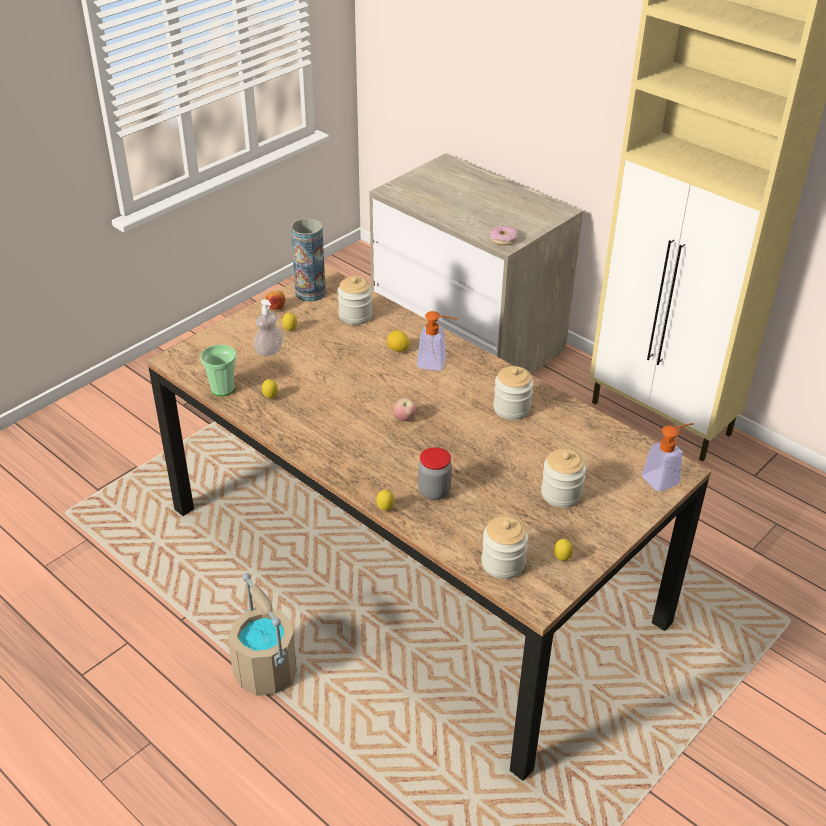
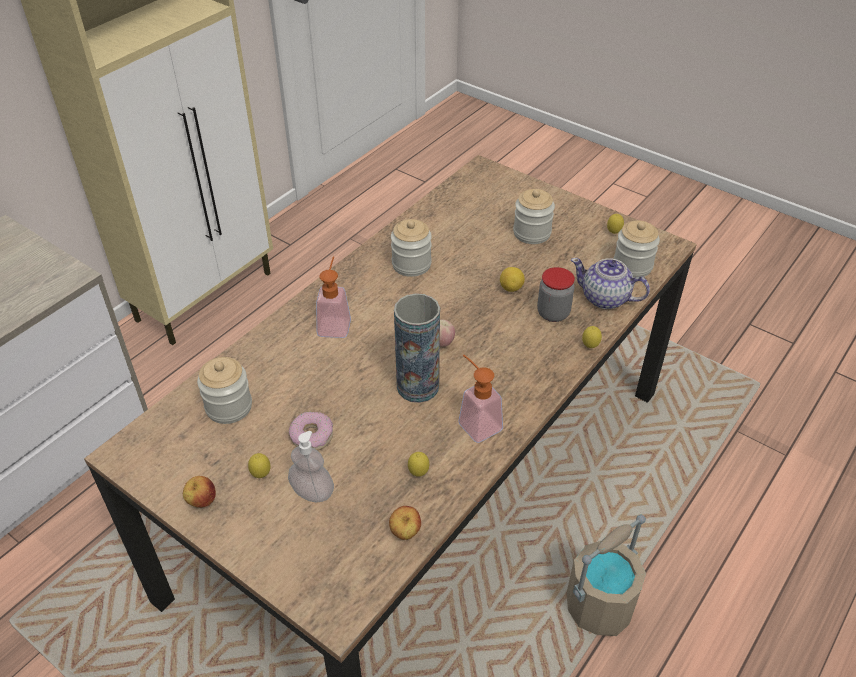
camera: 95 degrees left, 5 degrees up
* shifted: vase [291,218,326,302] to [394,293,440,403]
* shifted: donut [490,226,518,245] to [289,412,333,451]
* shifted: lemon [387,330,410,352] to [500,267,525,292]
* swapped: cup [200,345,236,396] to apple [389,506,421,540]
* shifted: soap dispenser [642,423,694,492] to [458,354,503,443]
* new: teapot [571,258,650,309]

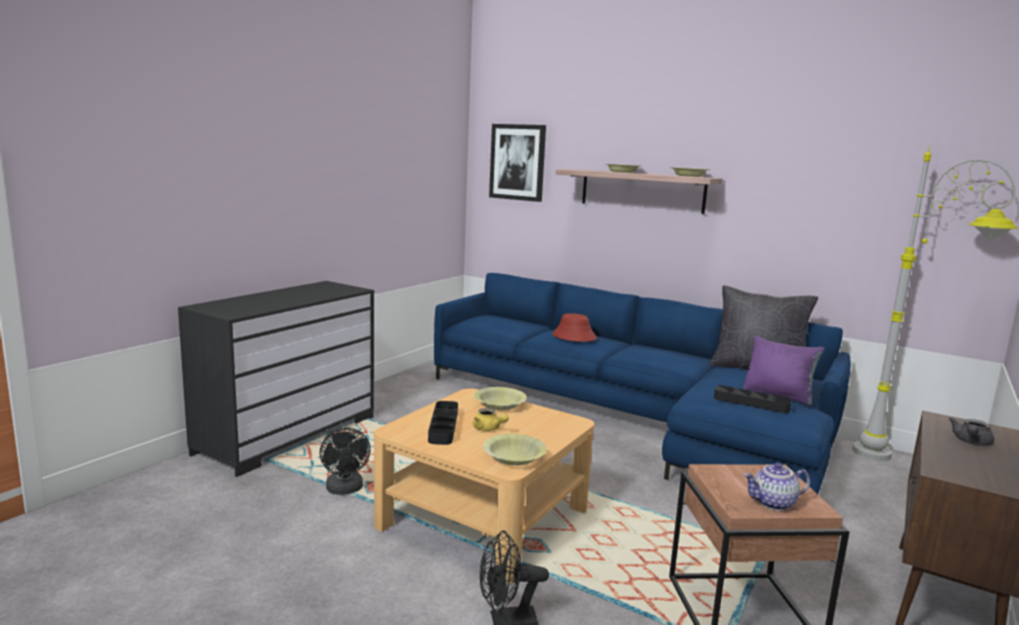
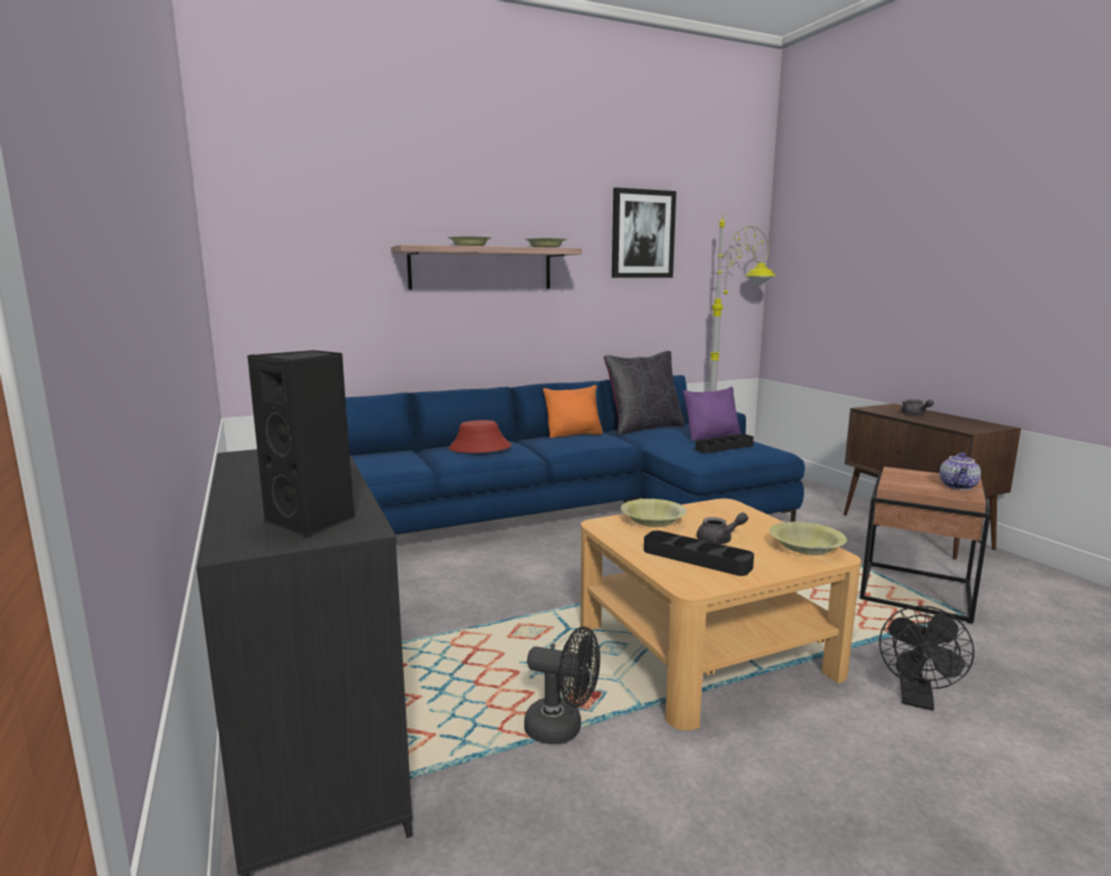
camera: 55 degrees left, 0 degrees up
* shifted: picture [489,124,546,202] to [612,188,676,278]
* repainted: teapot (yellow) [473,408,509,431] to teapot (grey) [697,512,748,544]
* new: speaker (black) [247,350,355,539]
* new: pillow (orange) [543,385,603,438]

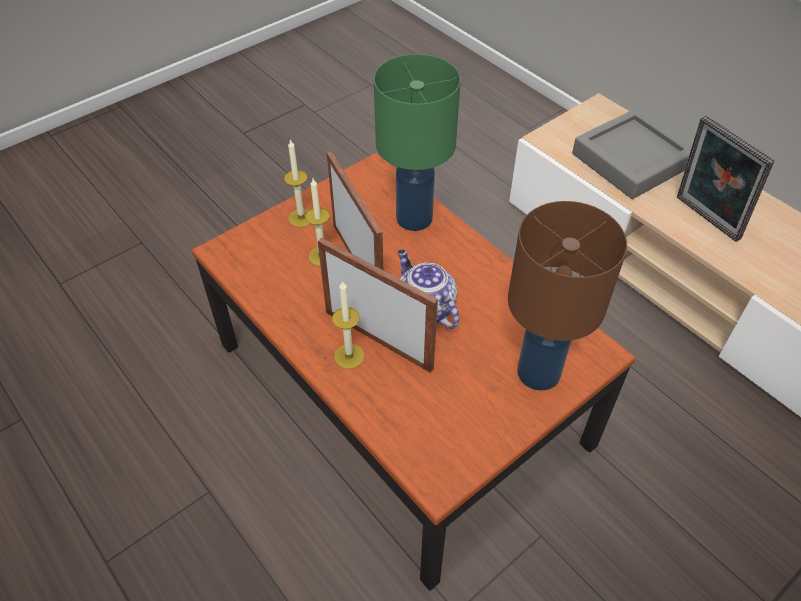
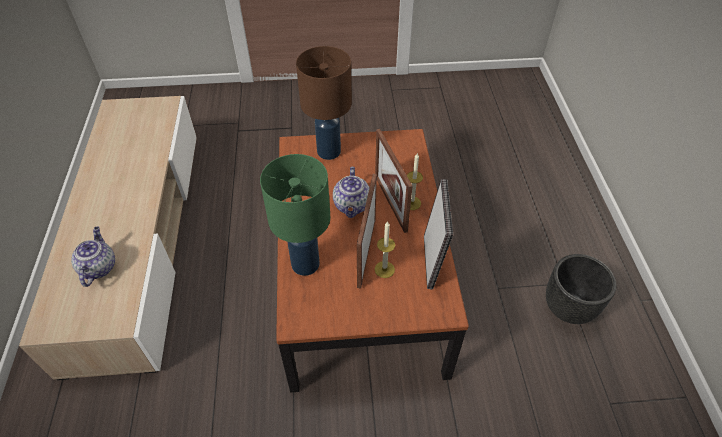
camera: 145 degrees left, 0 degrees up
* swapped: tray (grey) [572,109,692,199] to teapot [71,226,115,287]
* shifted: picture frame [677,116,774,242] to [424,179,453,289]
* gone: candle [284,139,310,228]
* new: planter (black) [546,254,616,324]

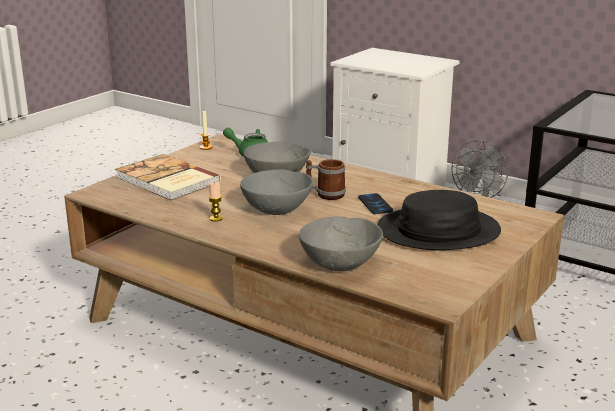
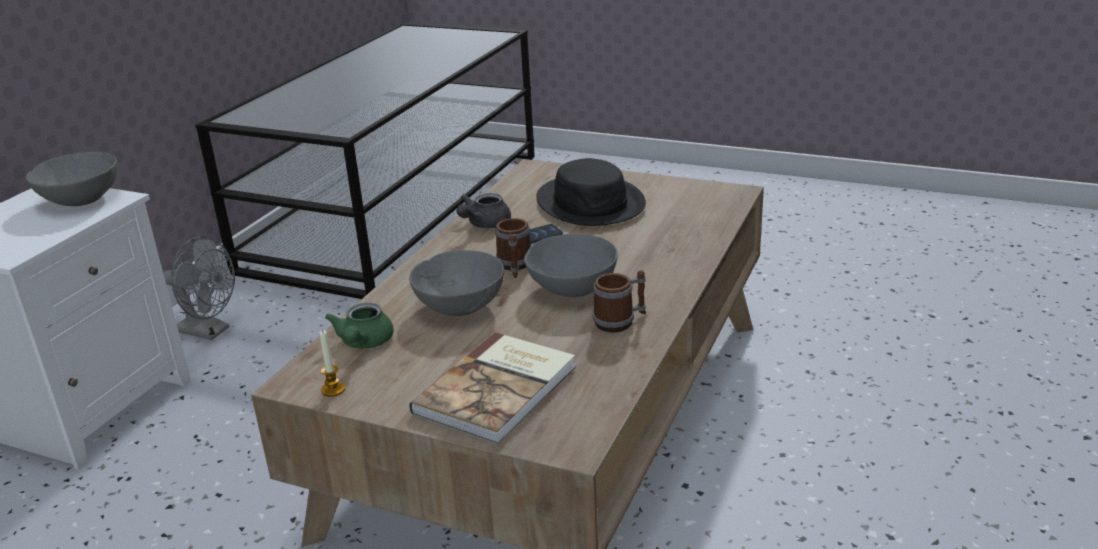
camera: 100 degrees left, 5 degrees up
* swapped: candle [209,182,223,222] to mug [593,270,646,332]
* shifted: bowl (grey) [299,216,383,271] to [26,152,118,206]
* new: teapot (grey) [456,193,511,228]

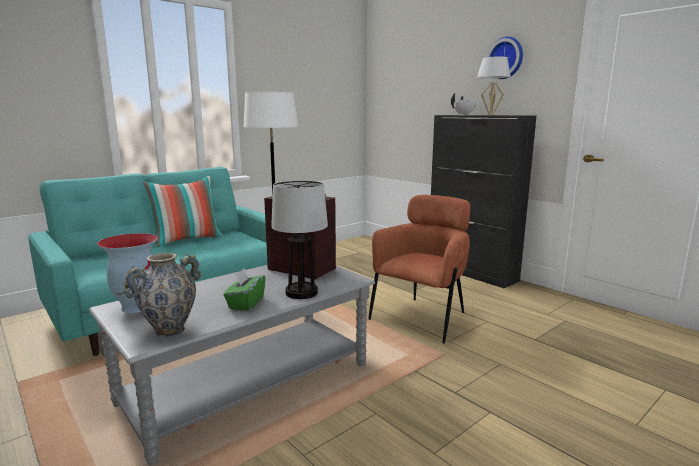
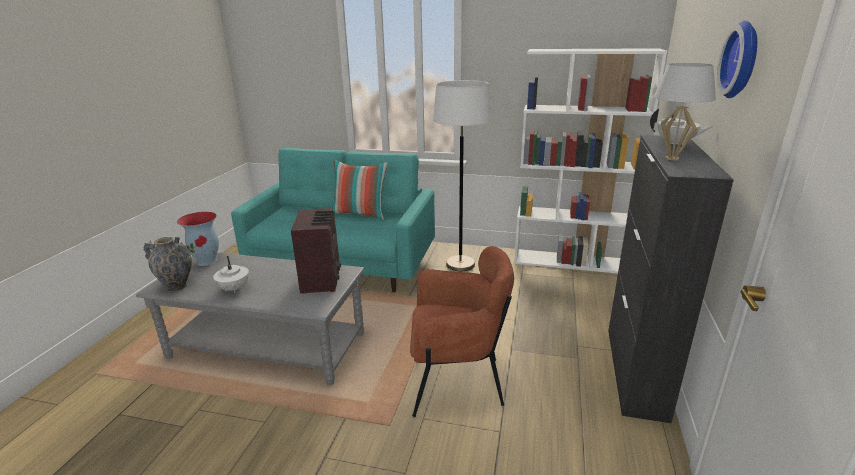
camera: 55 degrees right, 10 degrees up
* gone: table lamp [271,180,328,299]
* swapped: tissue box (green) [223,268,266,311] to teapot (white) [213,256,249,293]
* new: bookcase (white) [514,48,667,273]

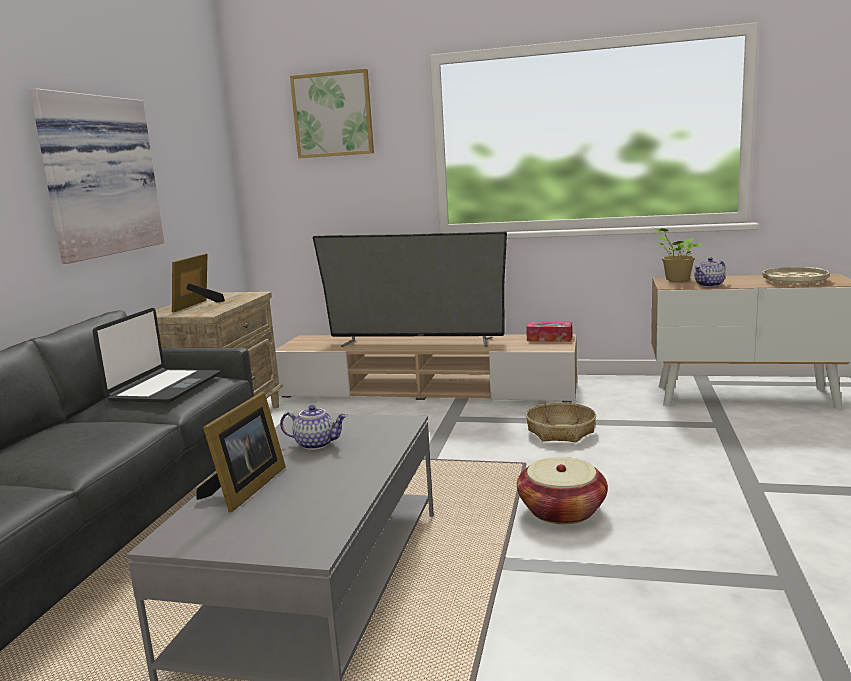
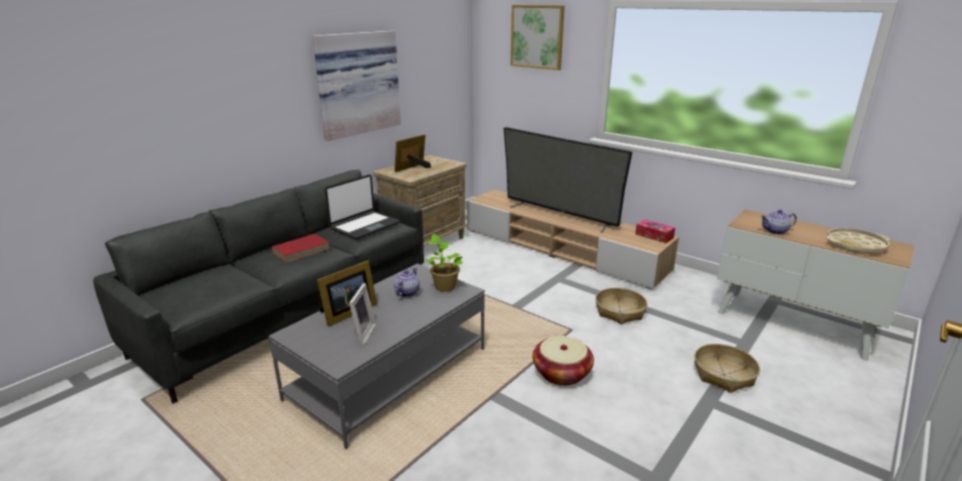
camera: 25 degrees right, 10 degrees up
* shifted: potted plant [652,227,702,281] to [424,234,463,292]
* rotated: teapot [280,405,347,450] = [394,267,420,297] 105 degrees counterclockwise
* new: book (red) [271,234,330,263]
* new: picture frame [349,283,376,346]
* new: basket [694,344,760,393]

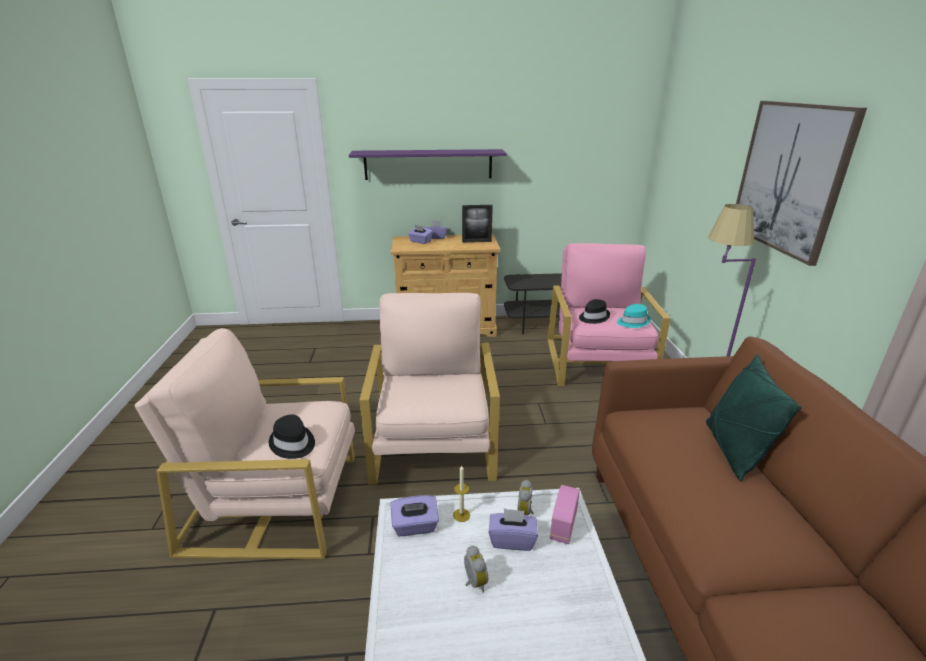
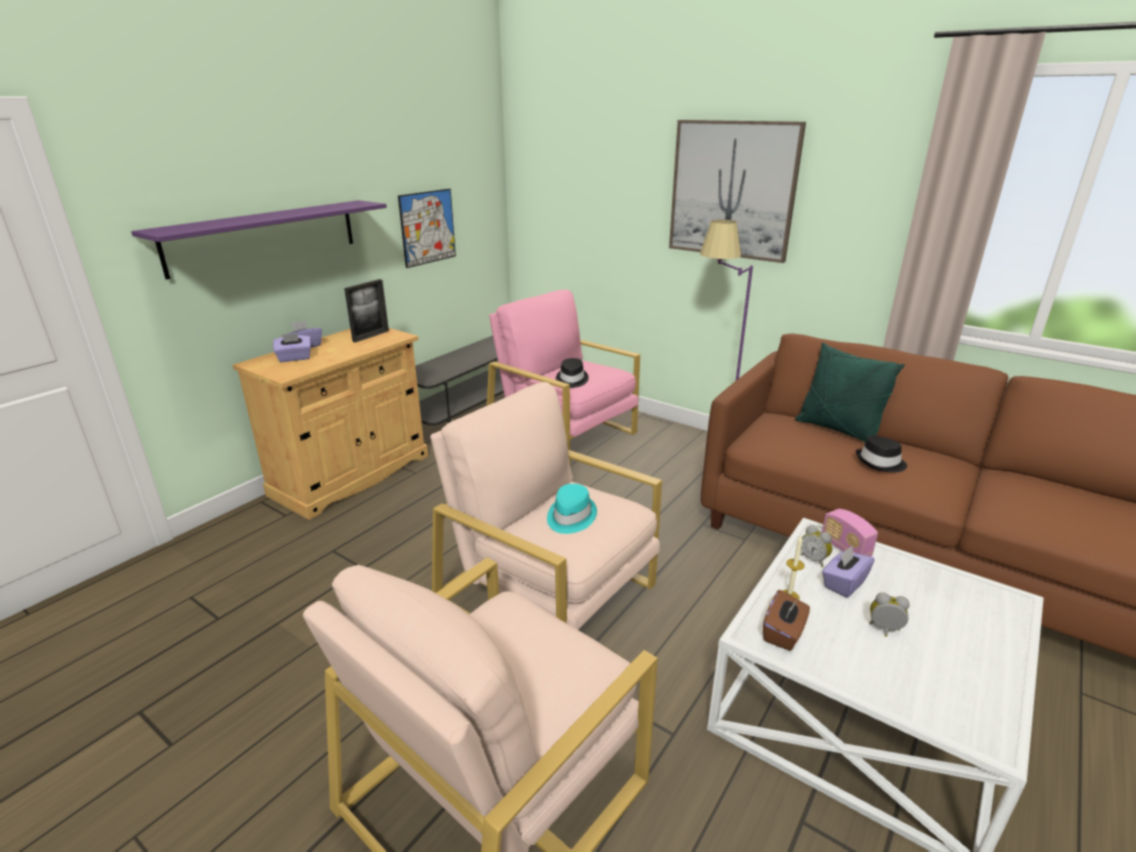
camera: 50 degrees left, 0 degrees up
* shifted: hat (turquoise) [617,304,651,328] to [547,484,597,534]
* shifted: hat (black) [269,415,315,459] to [856,435,907,472]
* repainted: tissue box (purple) [390,495,439,536] to tissue box (brown) [763,590,810,651]
* new: picture [398,189,456,268]

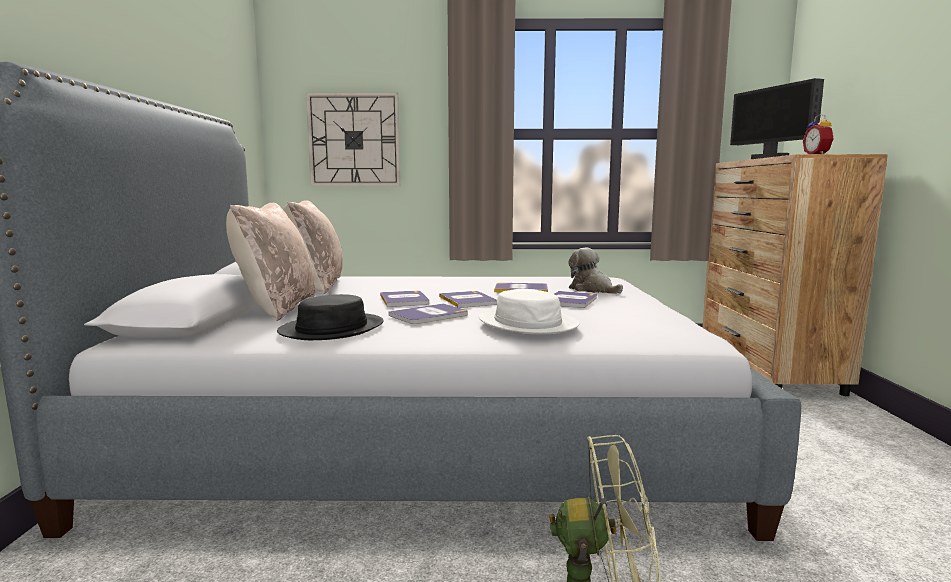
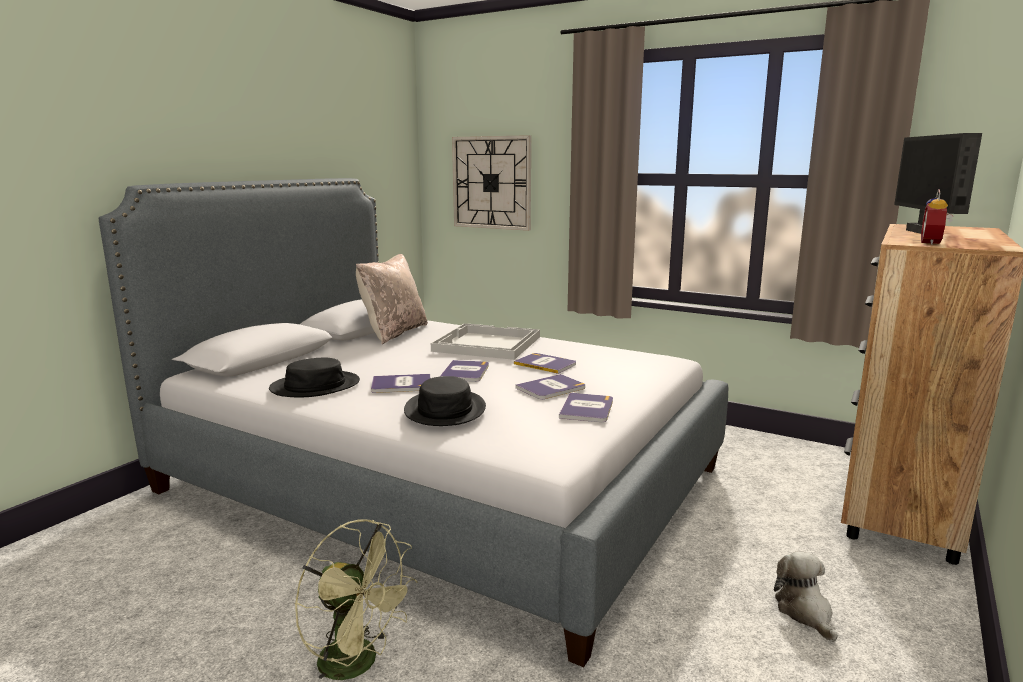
camera: 30 degrees right, 5 degrees up
* gone: pillow (beige) [226,203,316,321]
* shifted: plush toy [568,248,623,294] to [774,551,838,642]
* repainted: hat (white) [479,289,580,335] to hat (black) [404,376,486,426]
* shifted: book [380,291,429,307] to [559,393,613,422]
* new: tray (white) [431,323,540,360]

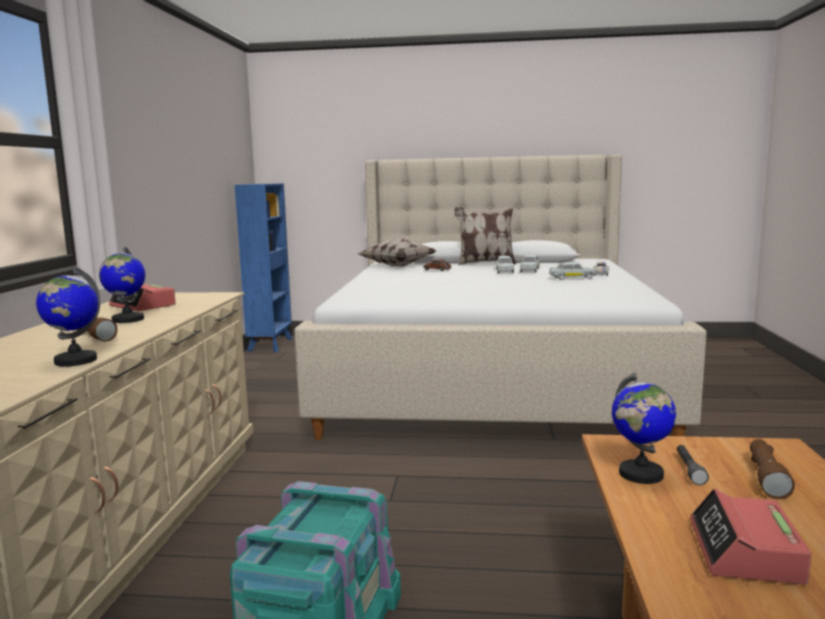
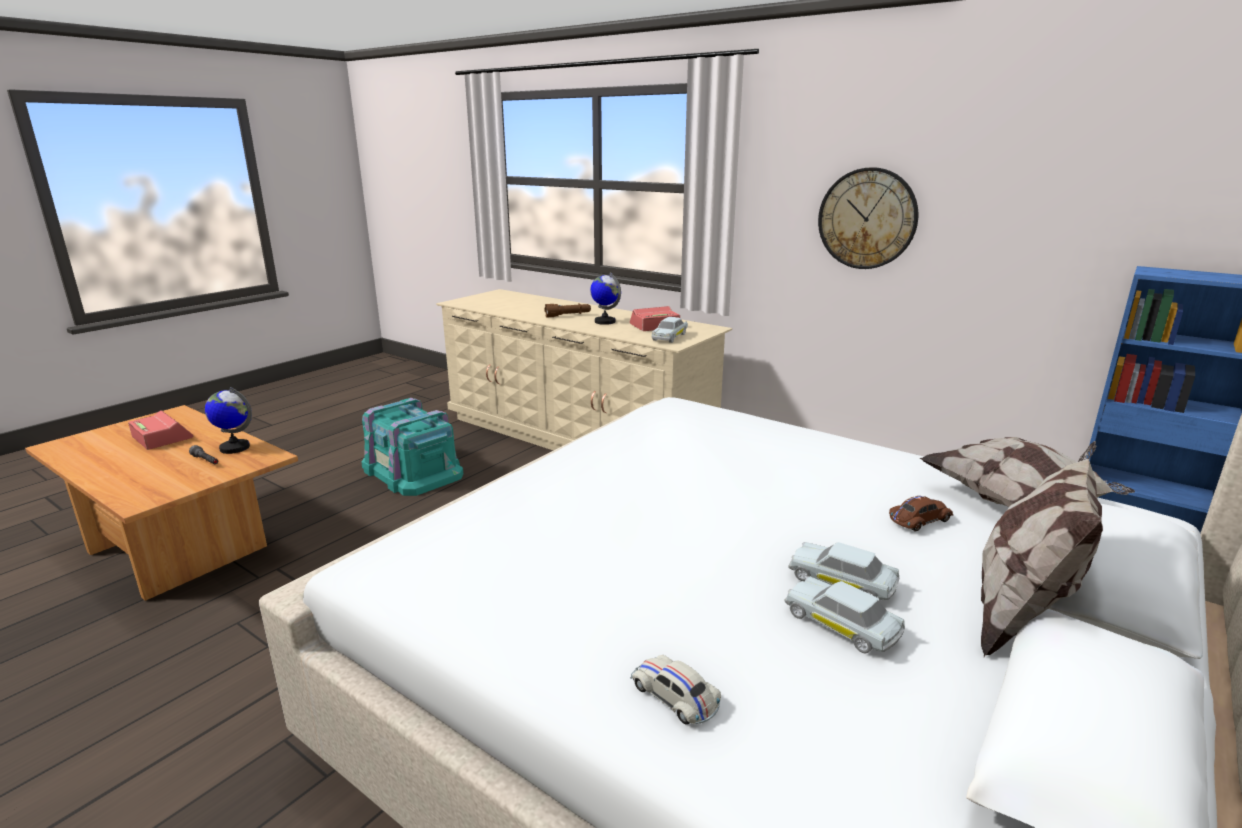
camera: 120 degrees right, 10 degrees up
* shifted: toy car (white) [549,262,596,280] to [651,317,688,343]
* gone: globe [36,267,100,366]
* gone: flashlight (brown) [750,439,795,499]
* new: wall clock [818,167,918,269]

